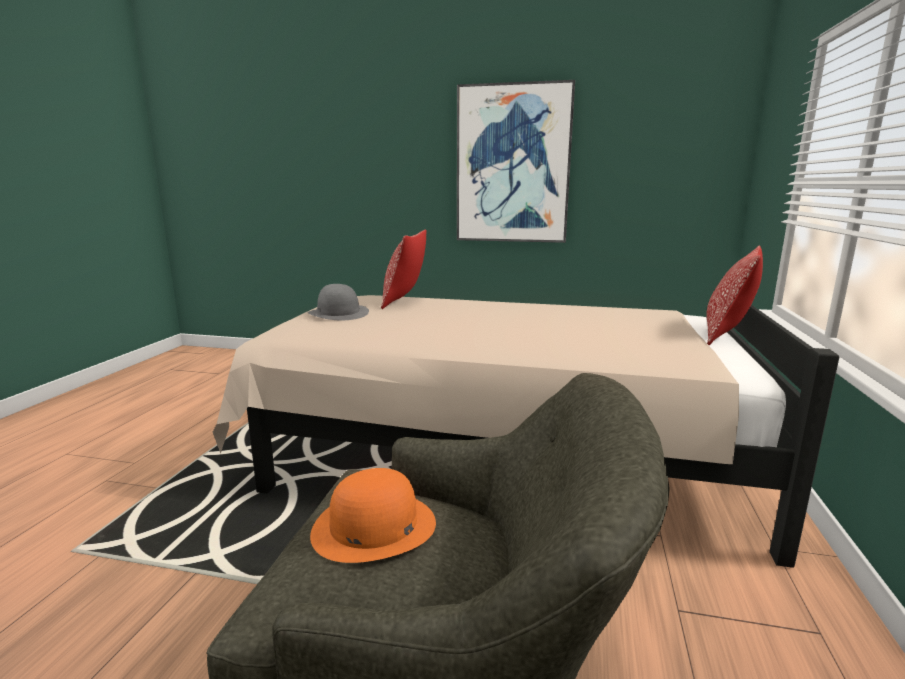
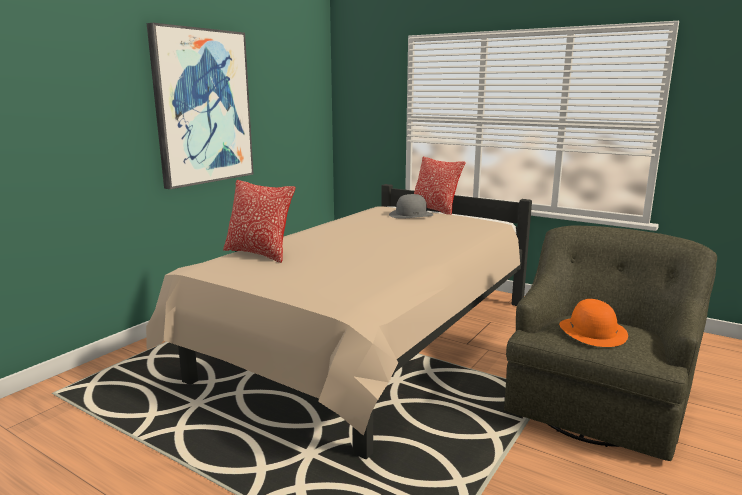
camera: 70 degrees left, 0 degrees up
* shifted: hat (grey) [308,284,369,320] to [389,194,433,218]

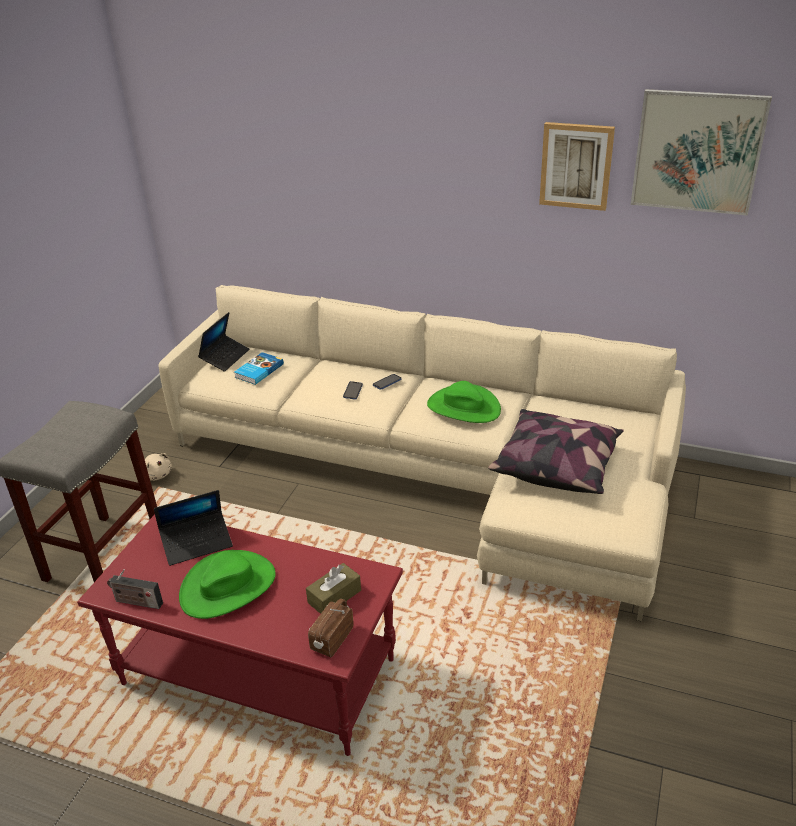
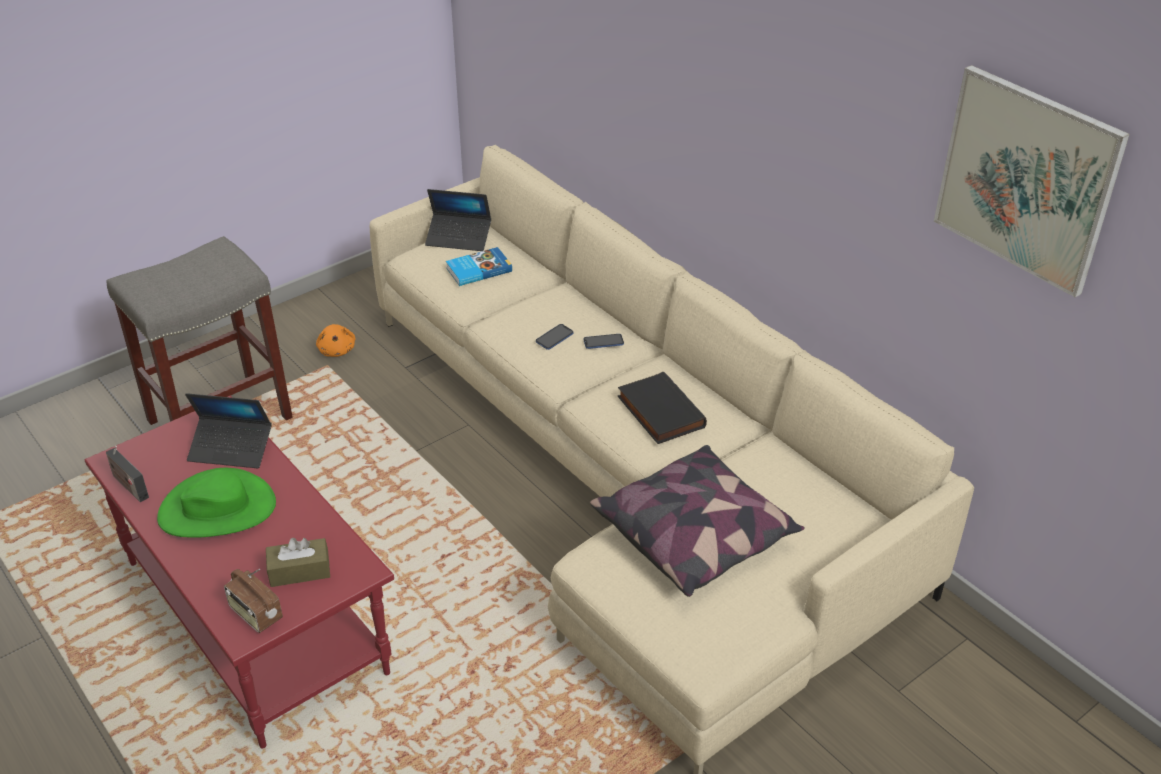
camera: 30 degrees right, 5 degrees up
* gone: picture [539,122,615,211]
* rotated: laptop [198,312,249,372] = [425,189,491,251] 45 degrees clockwise
* swapped: hat (green) [427,381,501,423] to book (black) [618,371,707,444]
* repainted: plush toy (beige) [145,453,172,481] to plush toy (orange) [316,324,355,357]
* rotated: radio [308,599,354,657] = [224,569,283,633] 105 degrees counterclockwise

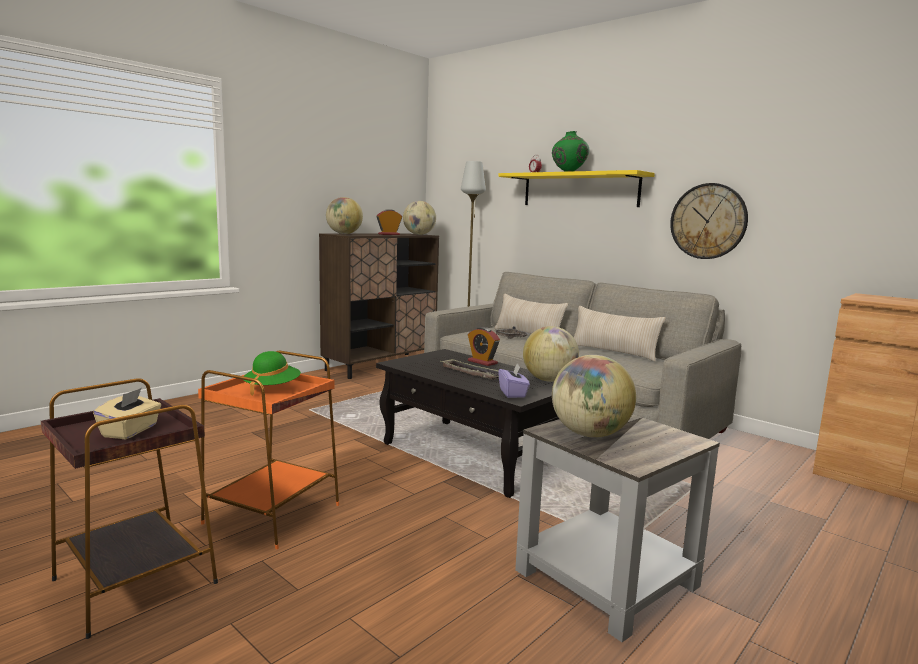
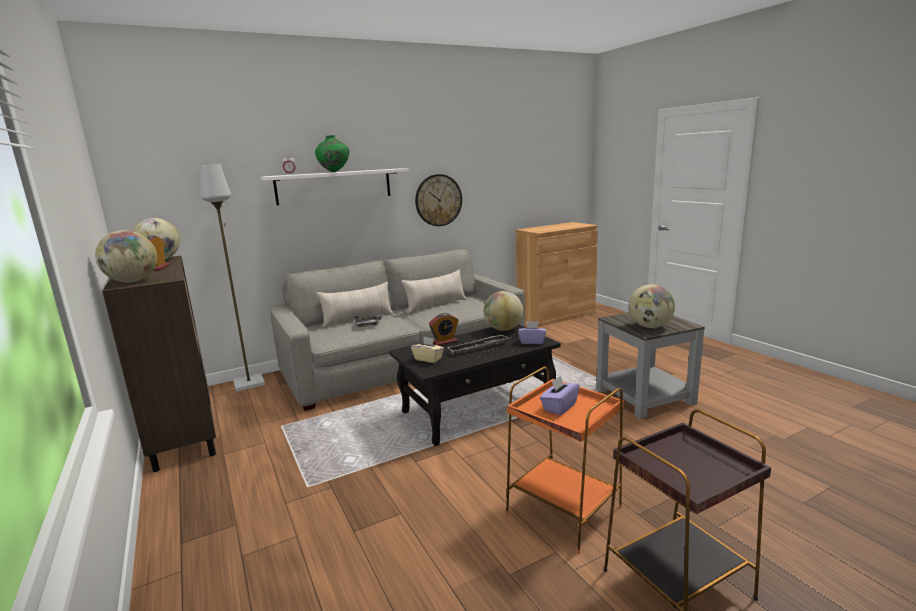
camera: 70 degrees left, 5 degrees up
* repainted: shelf (yellow) [498,170,655,207] to shelf (white) [261,169,409,205]
* swapped: hat (green) [244,351,301,396] to tissue box (purple) [540,376,579,415]
* shifted: tissue box (beige) [93,388,161,439] to [411,337,444,363]

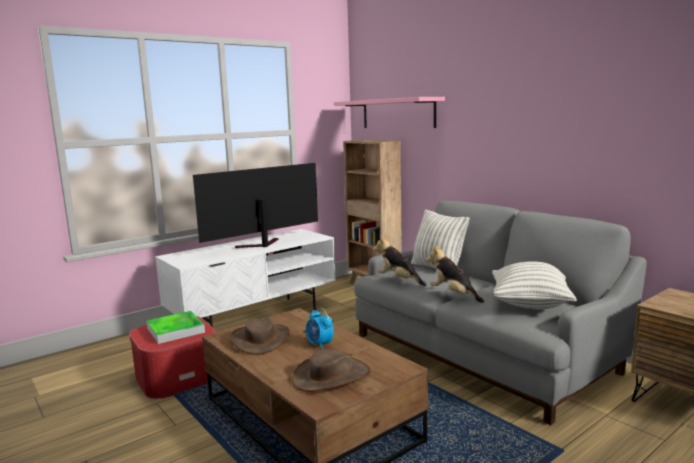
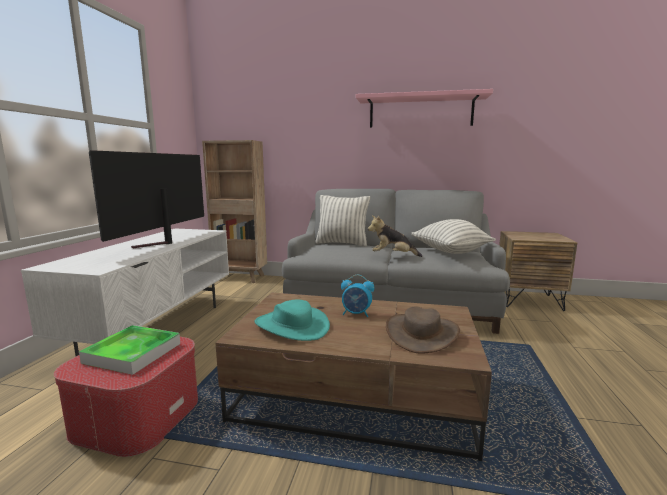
camera: 40 degrees left, 0 degrees up
* shifted: shelf (pink) [334,97,445,128] to [356,89,493,128]
* gone: plush toy [373,235,427,286]
* repainted: hat (brown) [230,318,289,355] to hat (turquoise) [255,299,330,341]

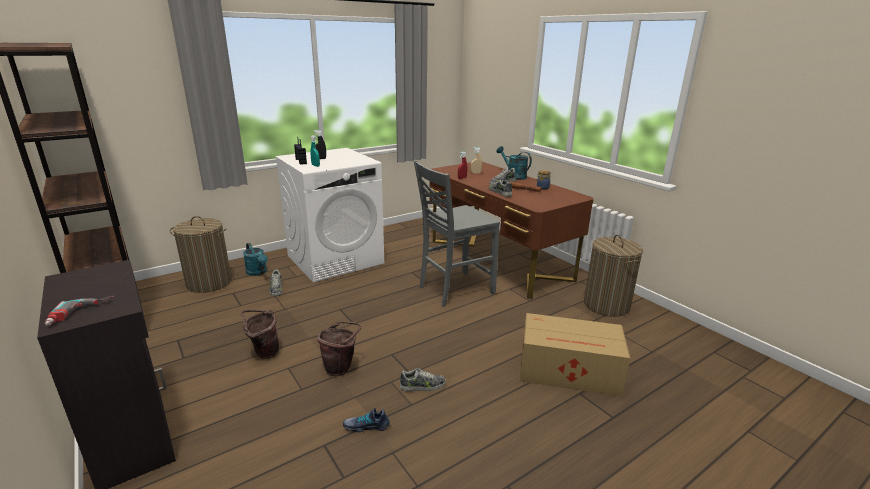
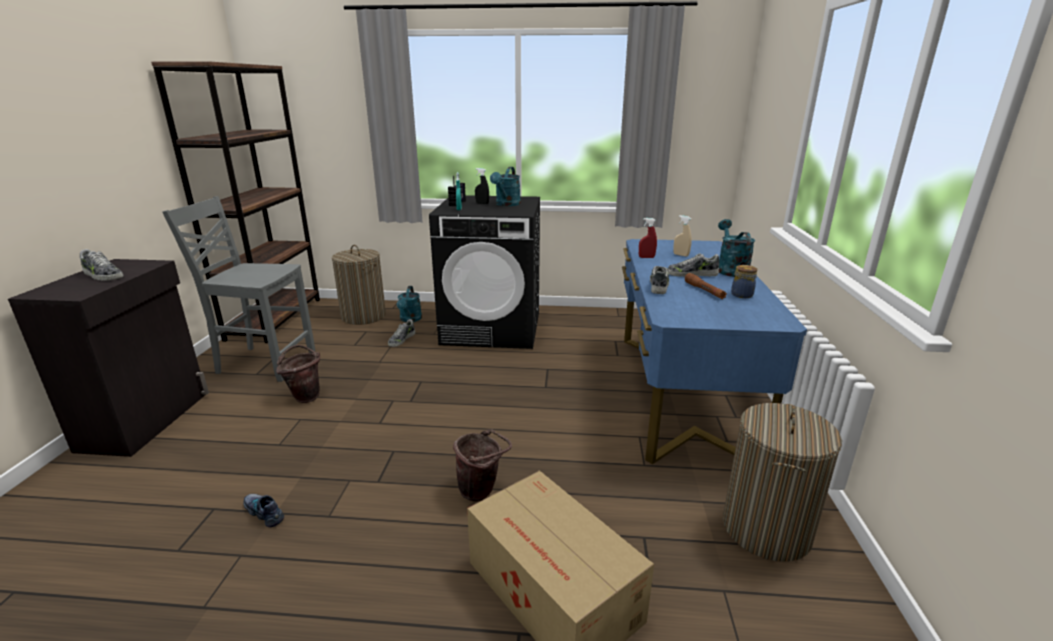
camera: 40 degrees right, 0 degrees up
* repainted: washing machine (white) [275,148,384,283] to washing machine (black) [429,195,540,349]
* shifted: chair (grey) [414,160,500,307] to [162,196,315,382]
* repainted: desk (brown) [429,162,594,299] to desk (blue) [622,239,807,464]
* gone: power drill [45,296,115,325]
* shifted: bucket (brown) [317,321,361,376] to [453,429,512,502]
* shifted: shoe [400,368,446,392] to [80,249,124,281]
* new: watering can (turquoise) [490,167,521,206]

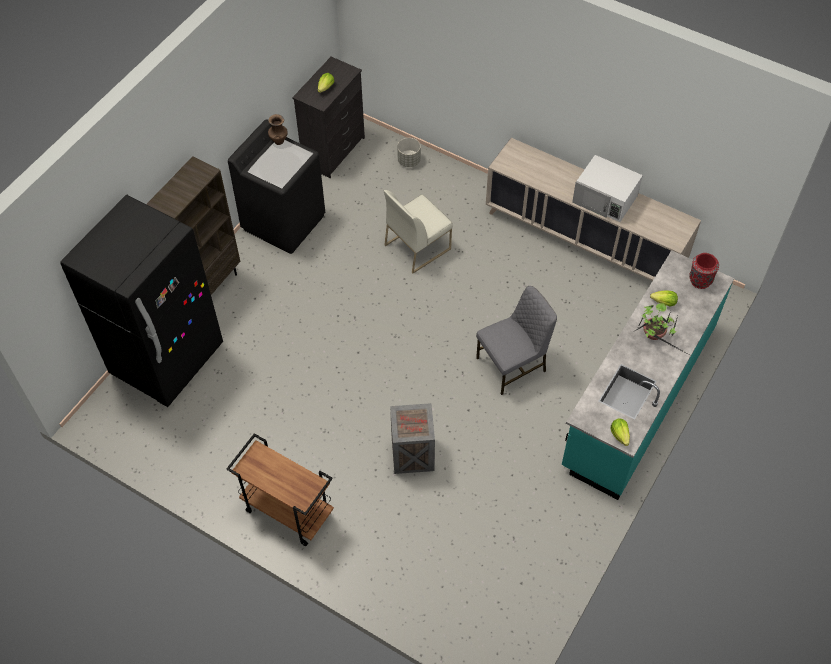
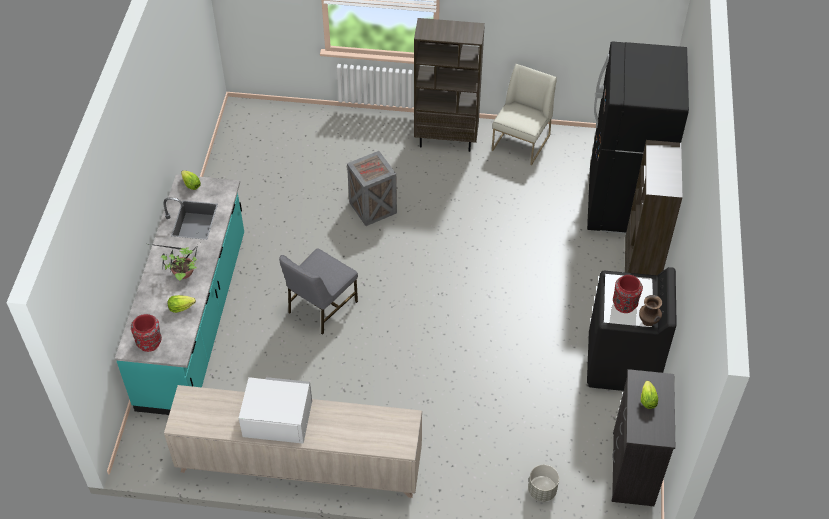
camera: 155 degrees right, 5 degrees down
* shifted: chair (white) [384,190,453,274] to [492,64,557,165]
* swapped: cart (brown) [226,433,334,546] to bookcase (brown) [414,18,485,152]
* new: vase (red) [613,275,643,313]

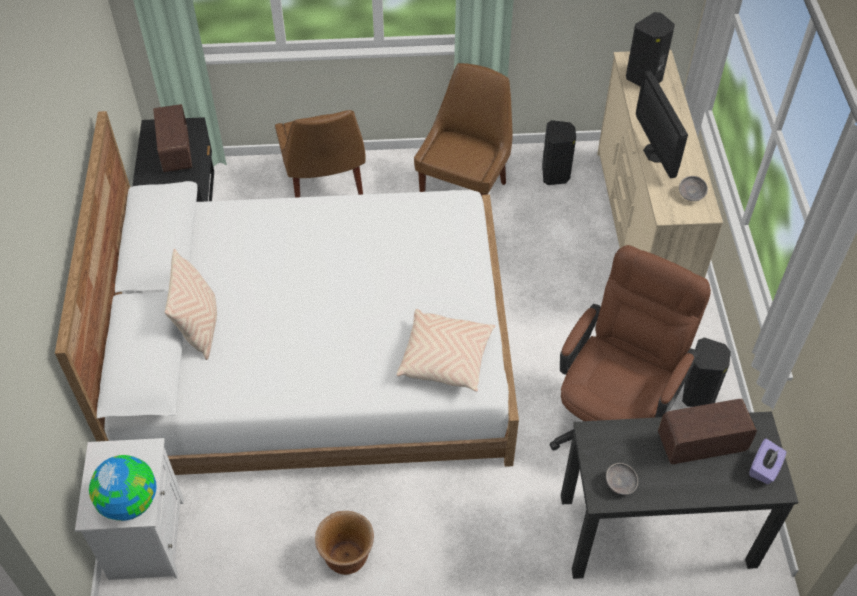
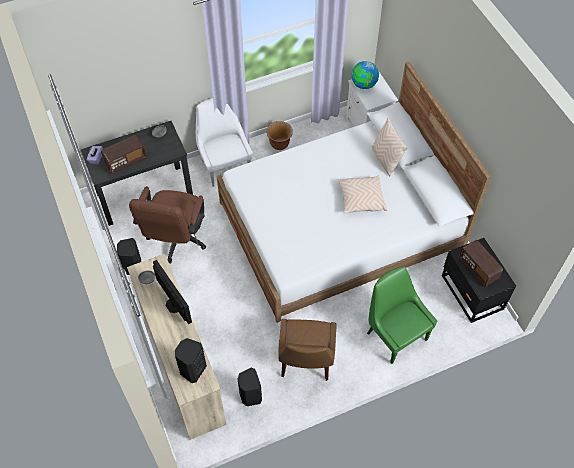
camera: 160 degrees right, 5 degrees up
* repainted: chair (brown) [275,110,366,198] to chair (green) [367,267,437,364]
* shifted: pillow (beige) [396,309,495,392] to [338,175,387,214]
* new: chair (white) [196,98,253,187]

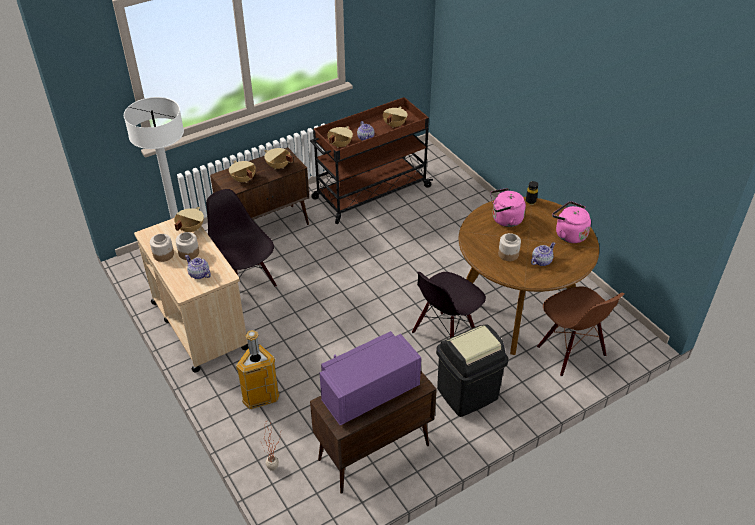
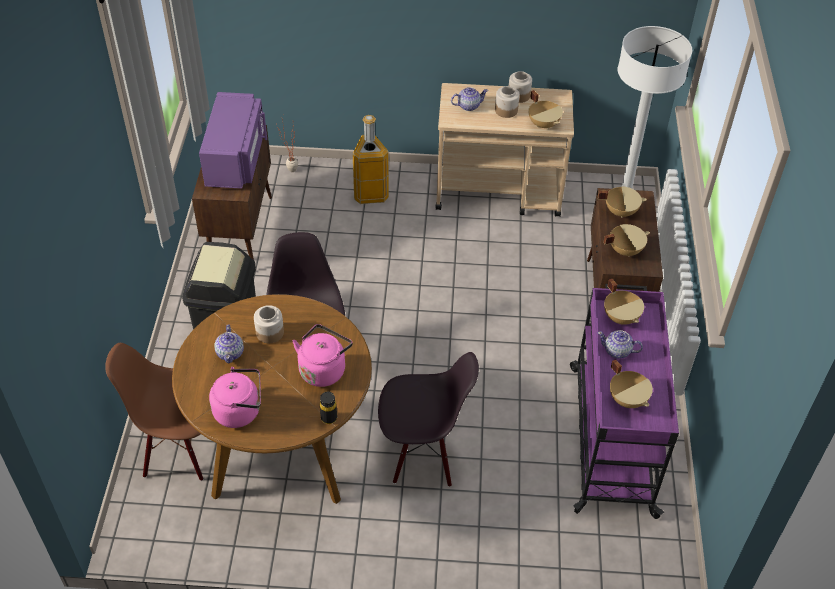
camera: 125 degrees right, 5 degrees up
* repainted: cart (brown) [310,97,433,224] to cart (purple) [570,284,679,519]
* shifted: chair (black) [206,189,277,287] to [378,352,479,487]

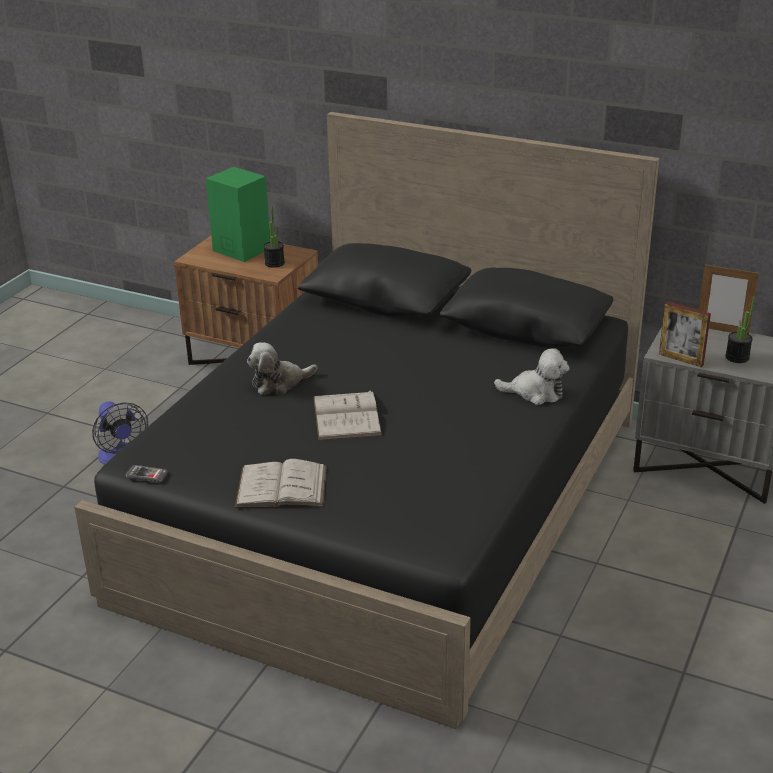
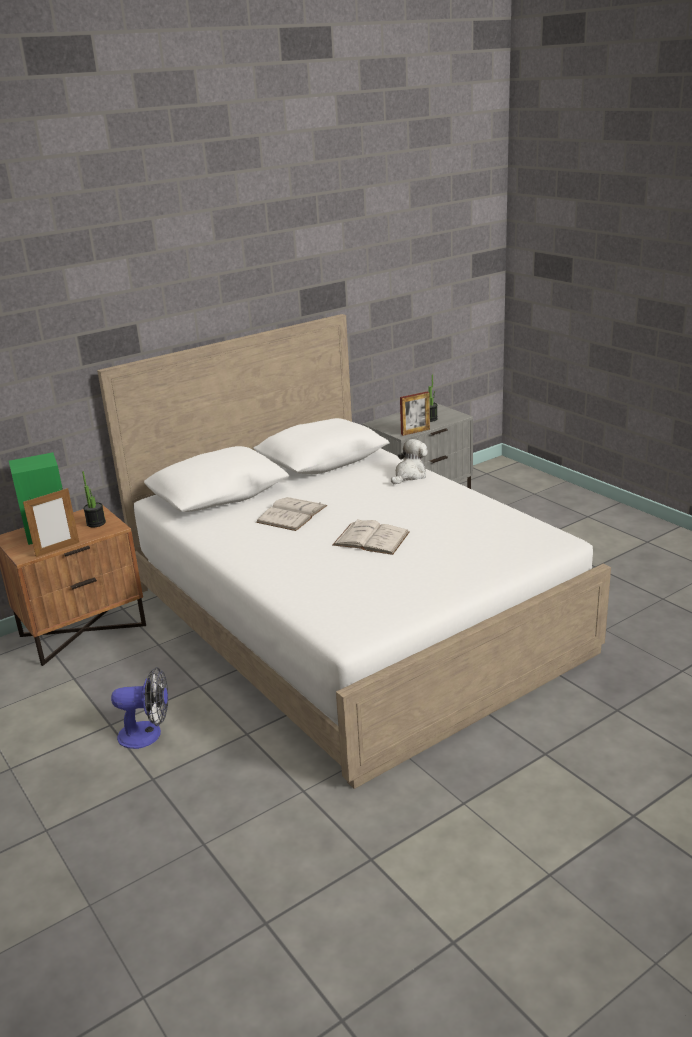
camera: 60 degrees left, 5 degrees down
* repainted: bed (black) [74,112,659,729] to bed (white) [97,314,611,789]
* shifted: picture frame [699,263,759,334] to [23,488,79,557]
* gone: plush toy [247,342,317,395]
* shifted: book (white) [235,459,327,508] to [256,497,327,531]
* gone: phone [126,465,168,483]

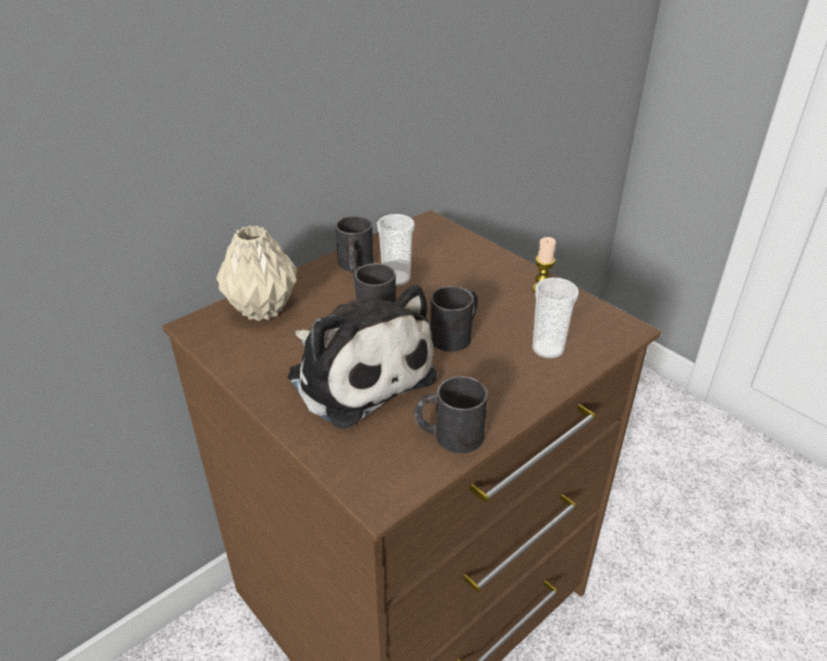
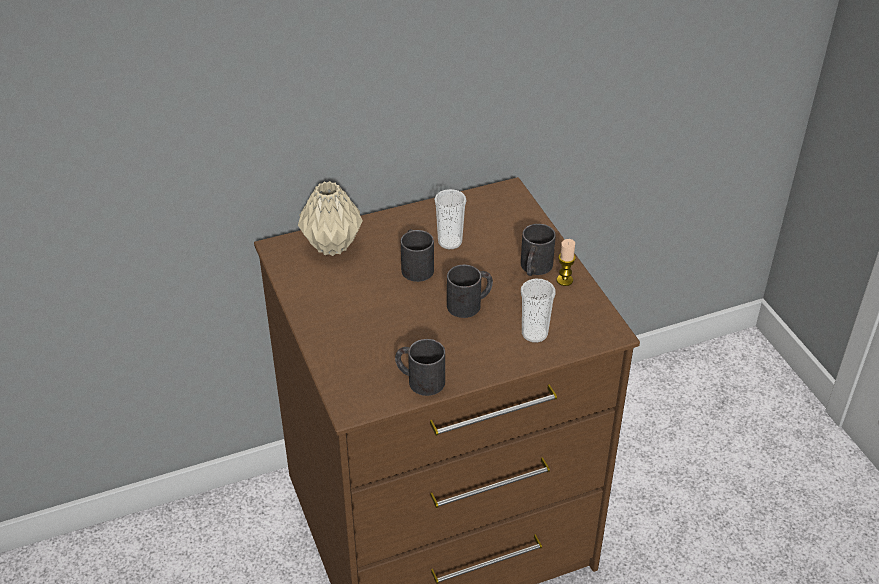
camera: 20 degrees right, 5 degrees up
* shifted: mug (black) [335,216,374,273] to [521,224,556,276]
* gone: plush toy [288,285,437,429]

